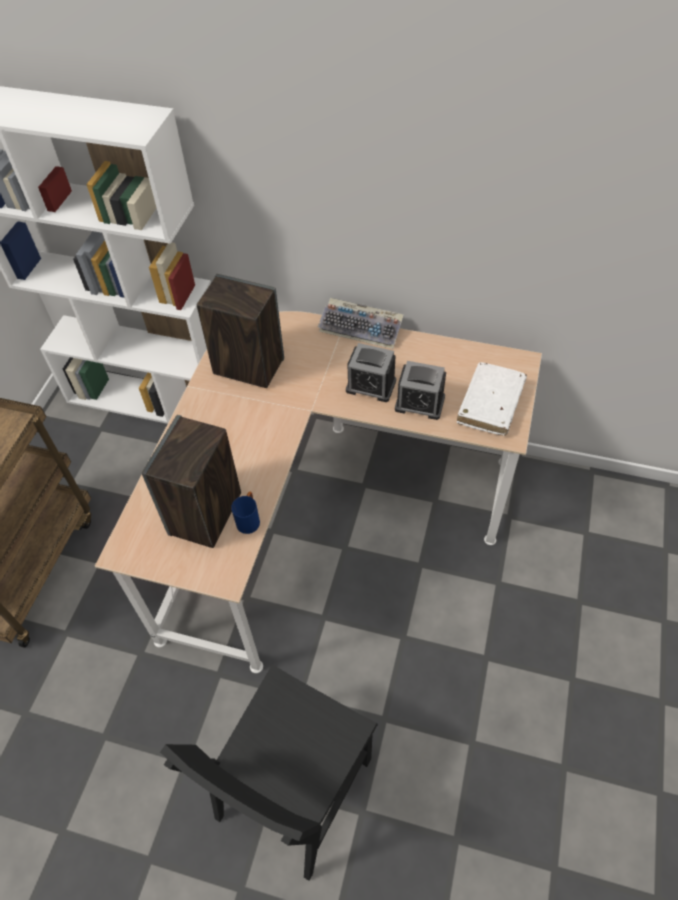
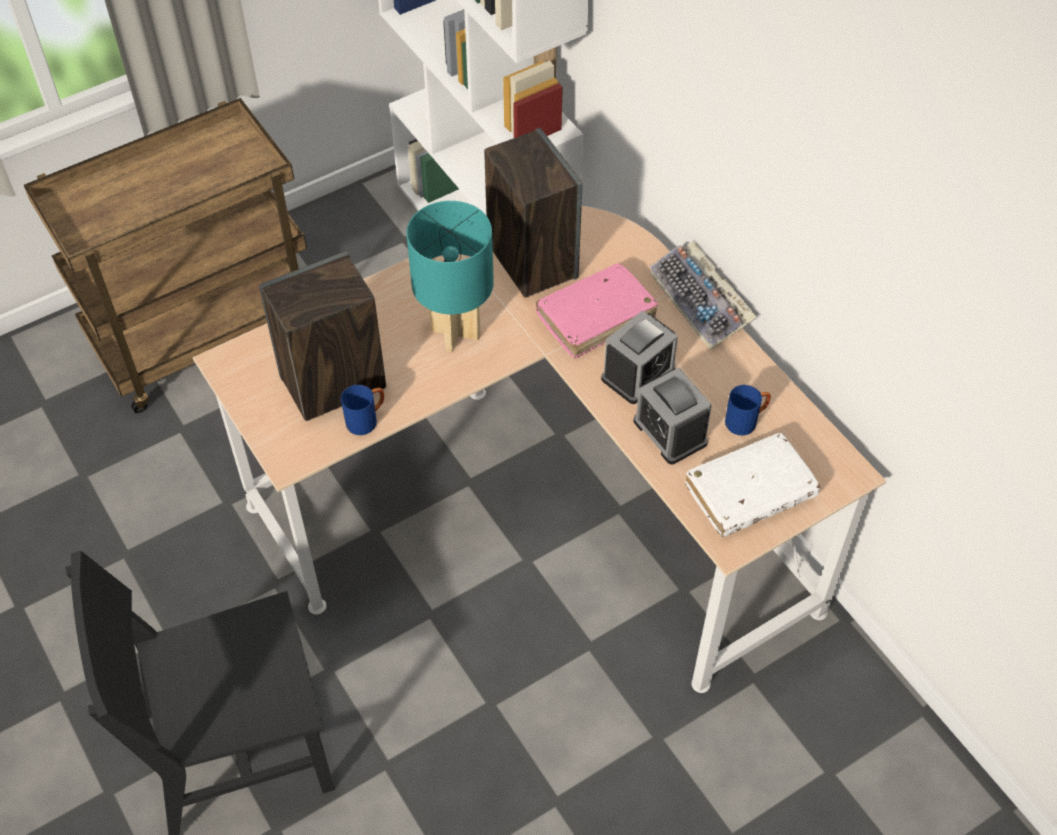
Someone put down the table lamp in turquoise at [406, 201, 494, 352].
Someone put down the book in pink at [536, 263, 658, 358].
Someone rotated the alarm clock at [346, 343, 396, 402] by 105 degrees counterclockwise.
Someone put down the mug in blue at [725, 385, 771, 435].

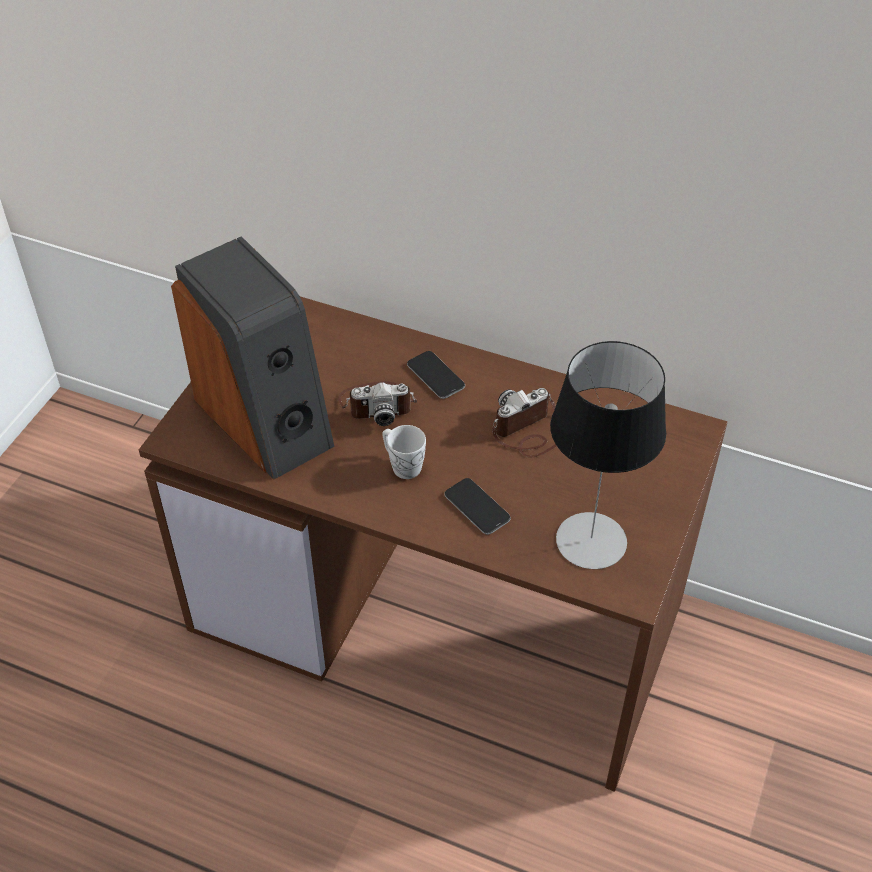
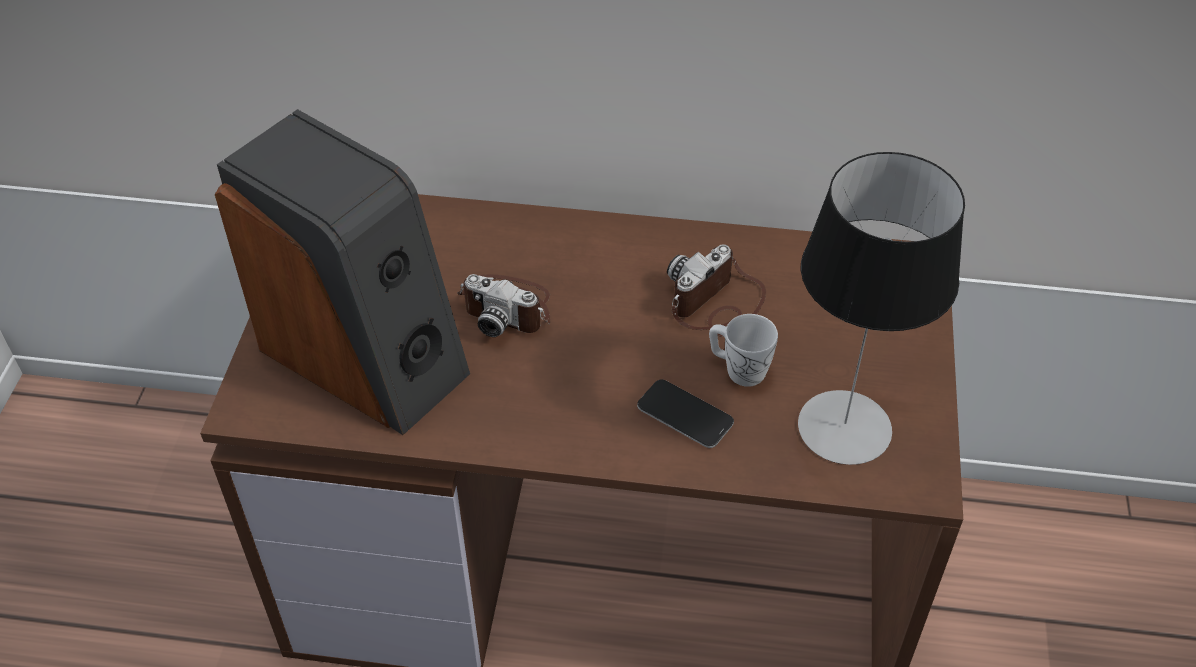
Someone rotated the photo camera at [338, 381, 417, 426] by 45 degrees clockwise.
Someone carried the mug in white from [382, 425, 426, 479] to [709, 314, 778, 387].
Someone took away the phone at [407, 351, 465, 399].

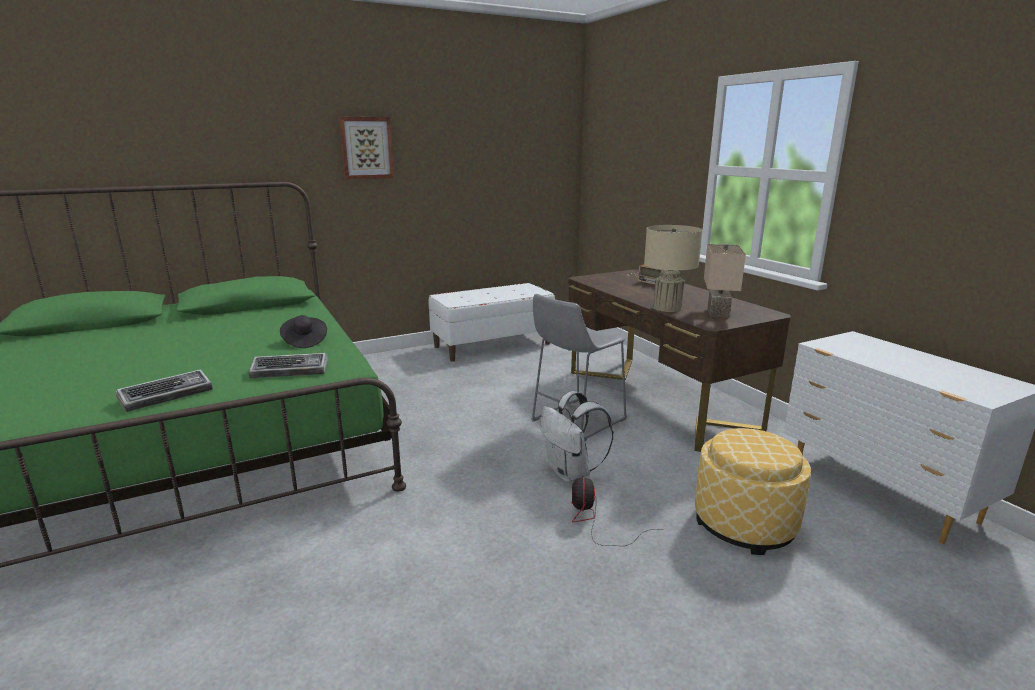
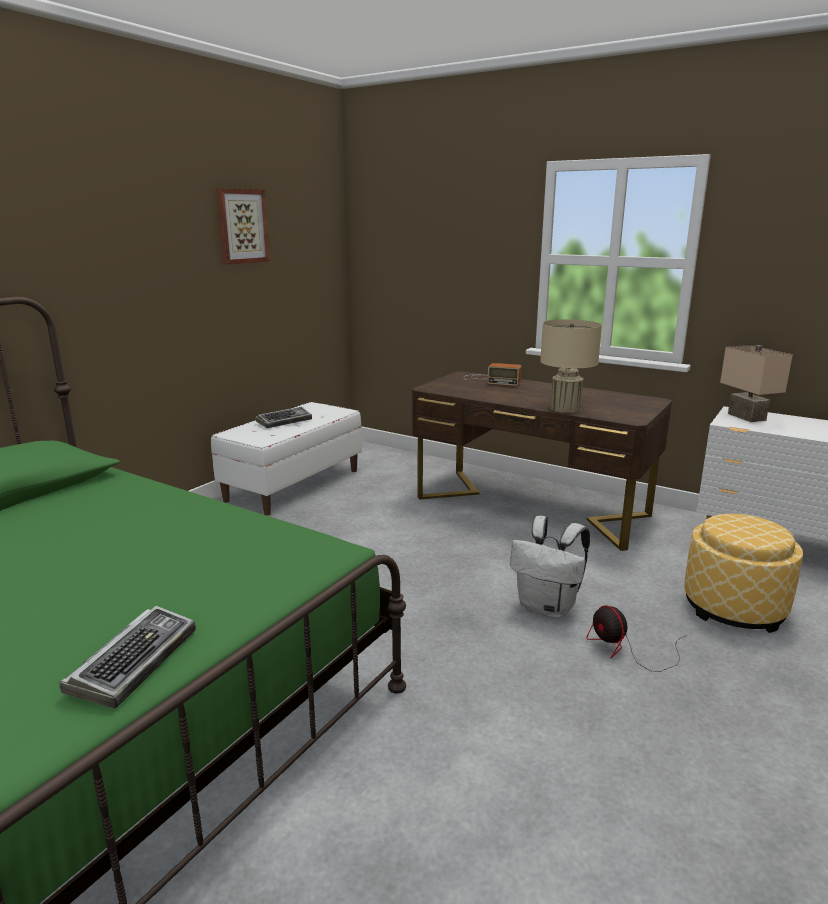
Someone carried the picture from [339, 117, 394, 180] to [216, 188, 270, 265].
Someone carried the keyboard from [249, 353, 328, 378] to [256, 406, 312, 428].
Someone carried the table lamp in beige from [704, 244, 746, 318] to [720, 345, 793, 422].
Someone took away the hat in black at [280, 315, 327, 348].
Someone took away the stool in grey at [531, 294, 627, 441].

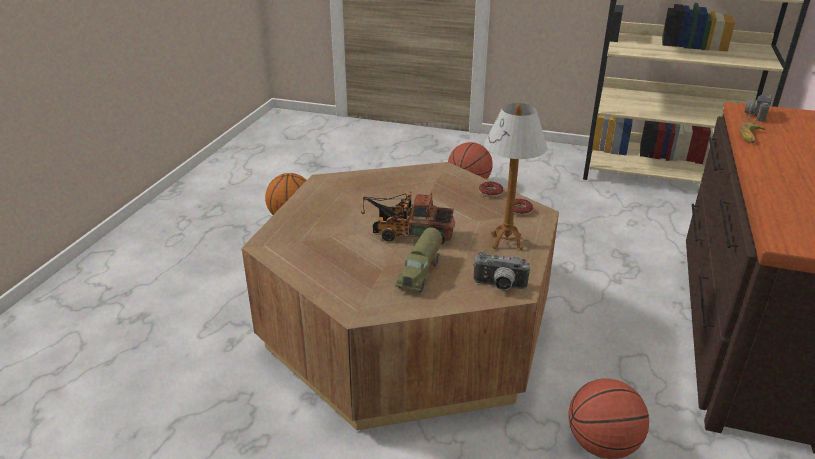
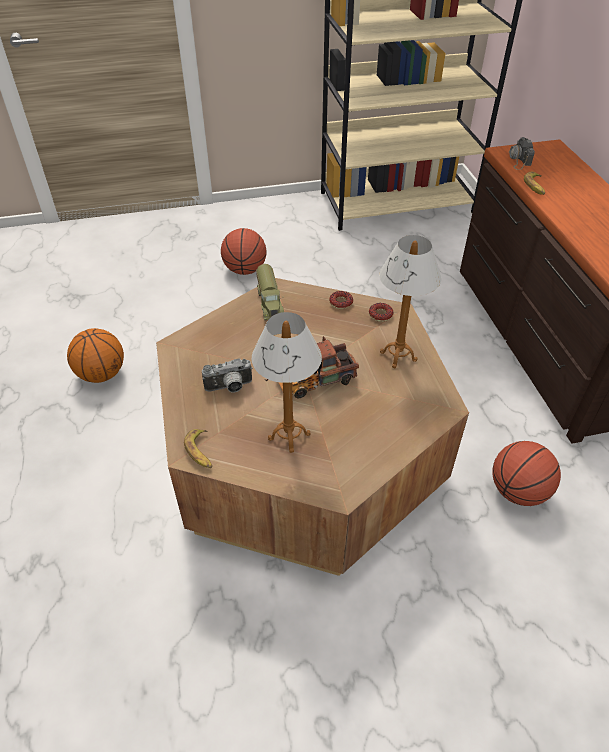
Someone put down the banana at [184, 429, 212, 468].
Someone carried the photo camera from [473, 252, 530, 290] to [202, 359, 252, 392].
Someone put down the table lamp at [251, 312, 322, 453].
Someone carried the toy truck from [395, 227, 442, 293] to [256, 264, 284, 320].

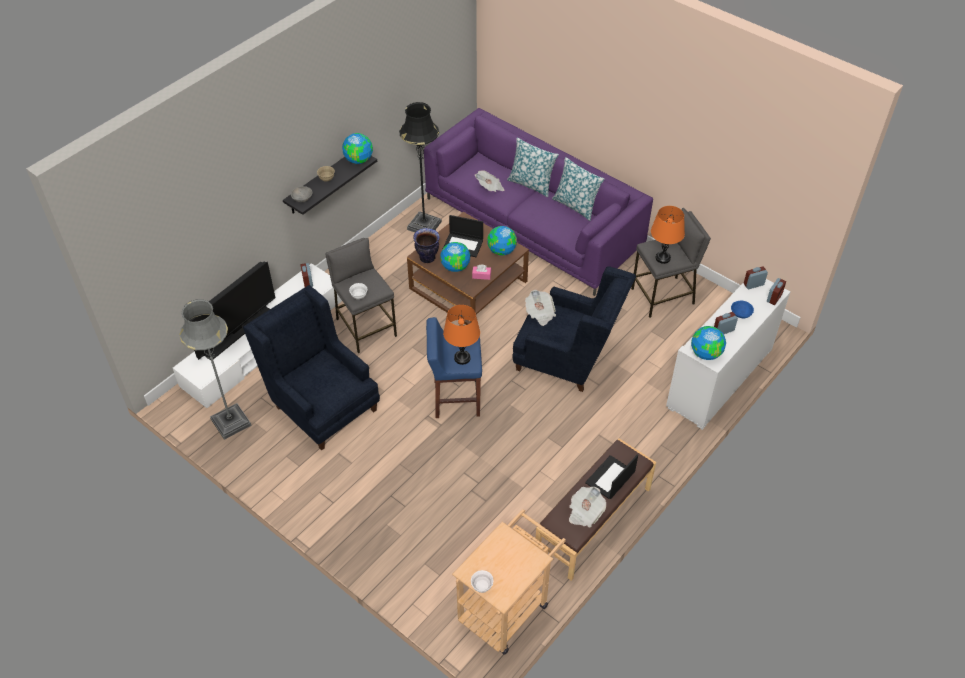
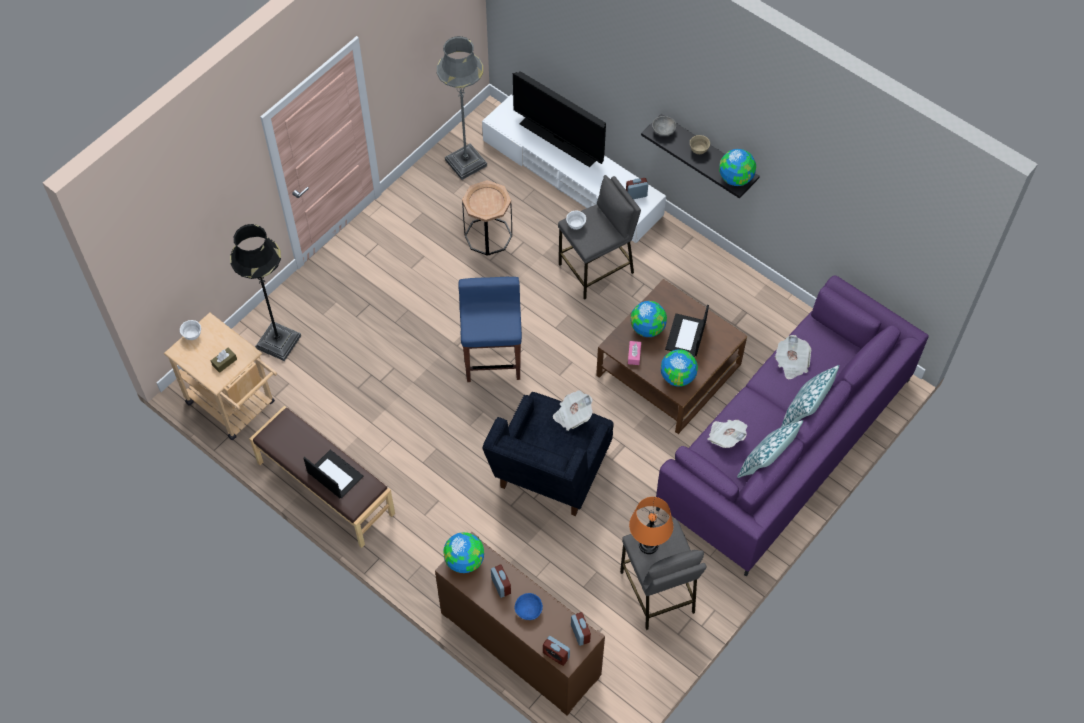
Someone put down the tissue box in brown at [211, 347, 237, 373].
Someone carried the floor lamp in black from [399, 102, 442, 233] to [230, 224, 301, 361].
Someone repainted the cabinet in white at [666, 279, 790, 430], which became the cabinet in brown at [435, 532, 605, 715].
Someone swapped the armchair in blue at [243, 285, 380, 450] for the side table in brown at [462, 180, 512, 256].
Someone carried the newspaper from [569, 487, 606, 527] to [707, 420, 747, 448].
Someone took away the vase at [413, 228, 440, 263].
Someone took away the table lamp in orange at [443, 305, 480, 365].

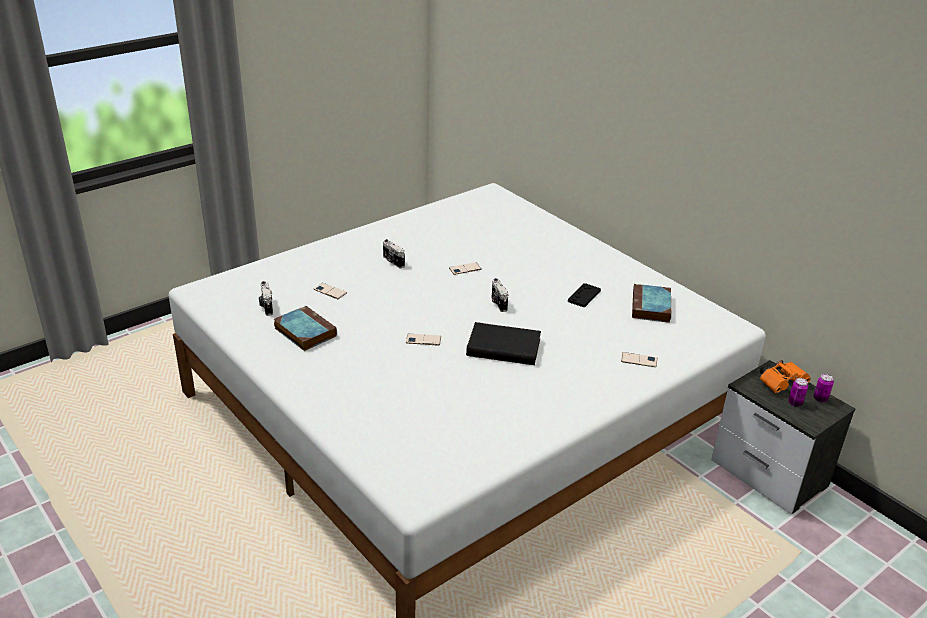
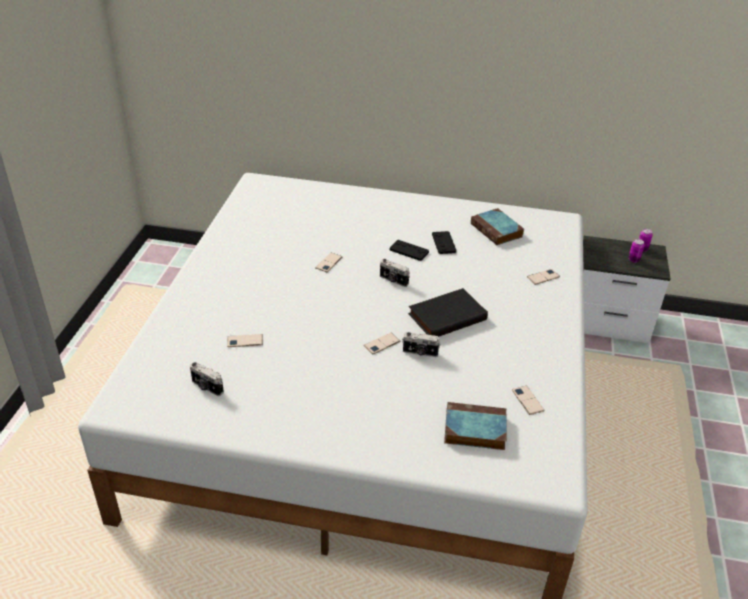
Someone put down the game controller in black at [390, 240, 429, 261].
Someone carried the photo camera from [383, 239, 405, 269] to [402, 332, 441, 357].
Someone carried the book from [274, 306, 337, 351] to [444, 402, 507, 450].
Someone put down the phone at [512, 386, 544, 415].
Someone took away the binoculars in orange at [760, 360, 811, 393].

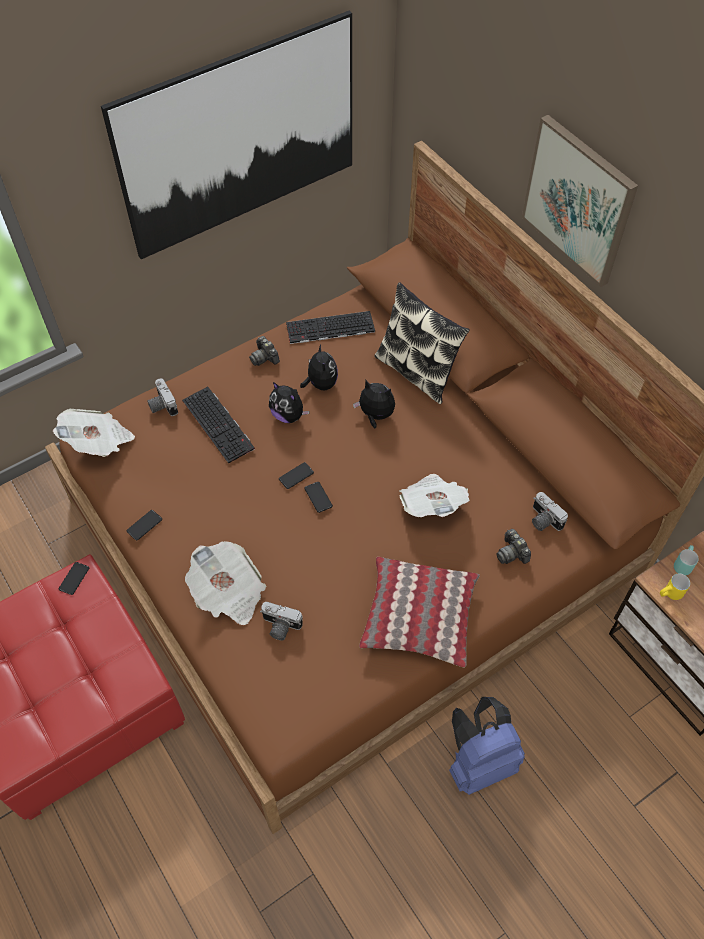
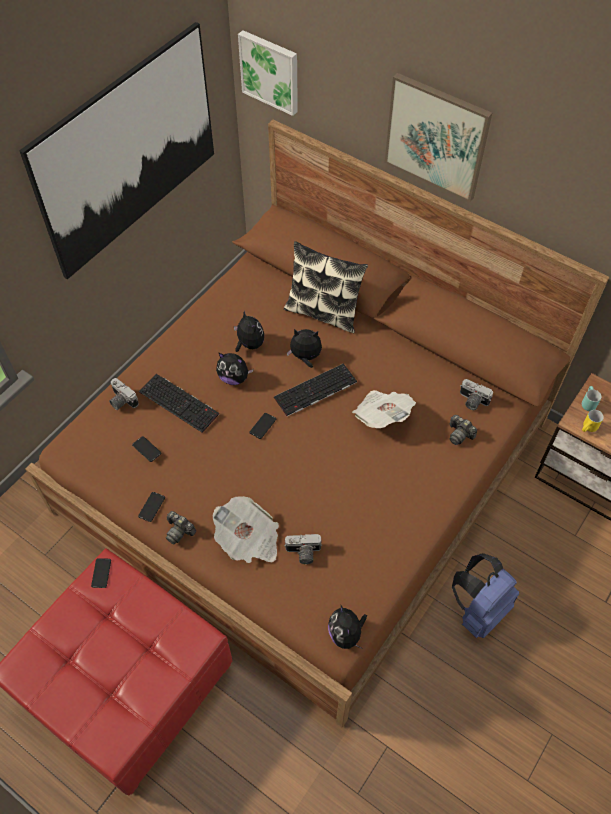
Someone carried the phone from [304, 482, 333, 513] to [132, 436, 161, 462].
Someone carried the photo camera from [249, 336, 280, 366] to [166, 511, 196, 544].
Someone put up the picture at [238, 30, 298, 116].
Someone carried the keyboard from [286, 311, 375, 344] to [274, 364, 357, 416].
Someone put down the plush toy at [328, 605, 367, 649].
Someone took away the newspaper at [53, 409, 135, 457].
Someone took away the pillow at [359, 557, 480, 667].

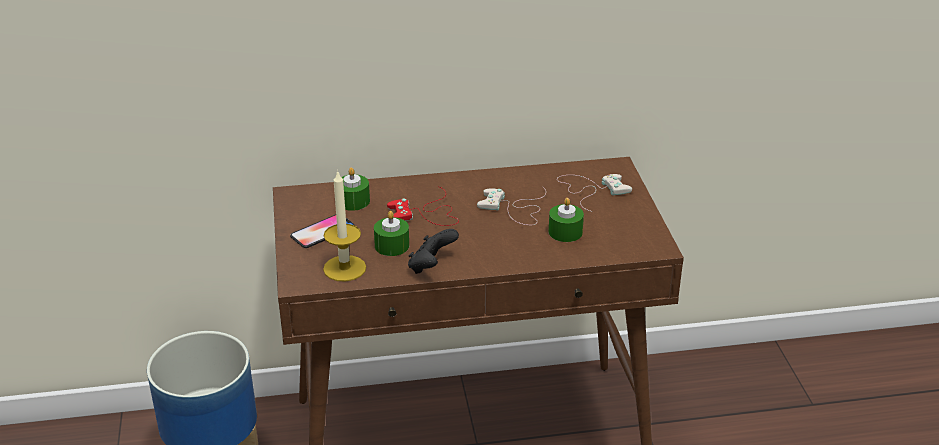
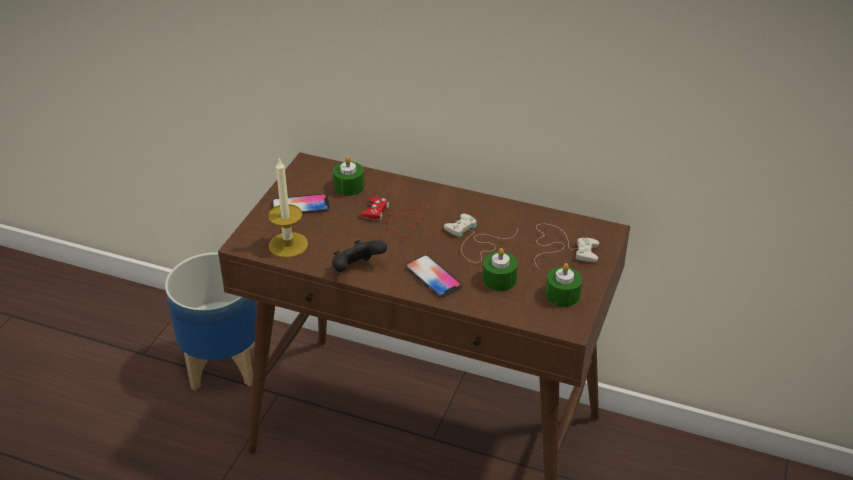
Someone put down the phone at [405, 255, 462, 297].
Someone carried the candle in green from [374, 211, 409, 256] to [546, 263, 582, 307].

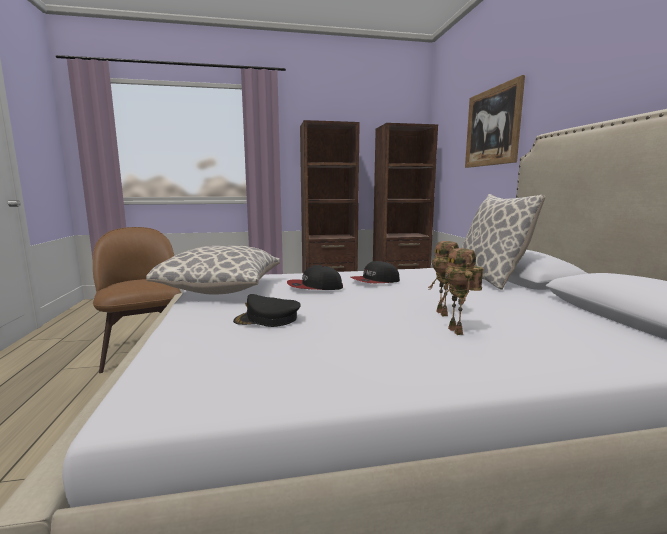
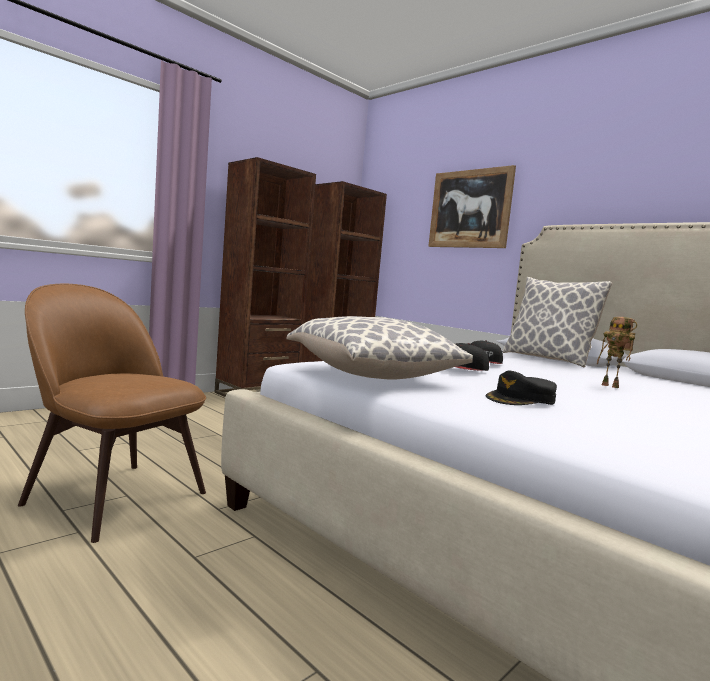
Someone took away the toy robot at [439, 248, 484, 335].

